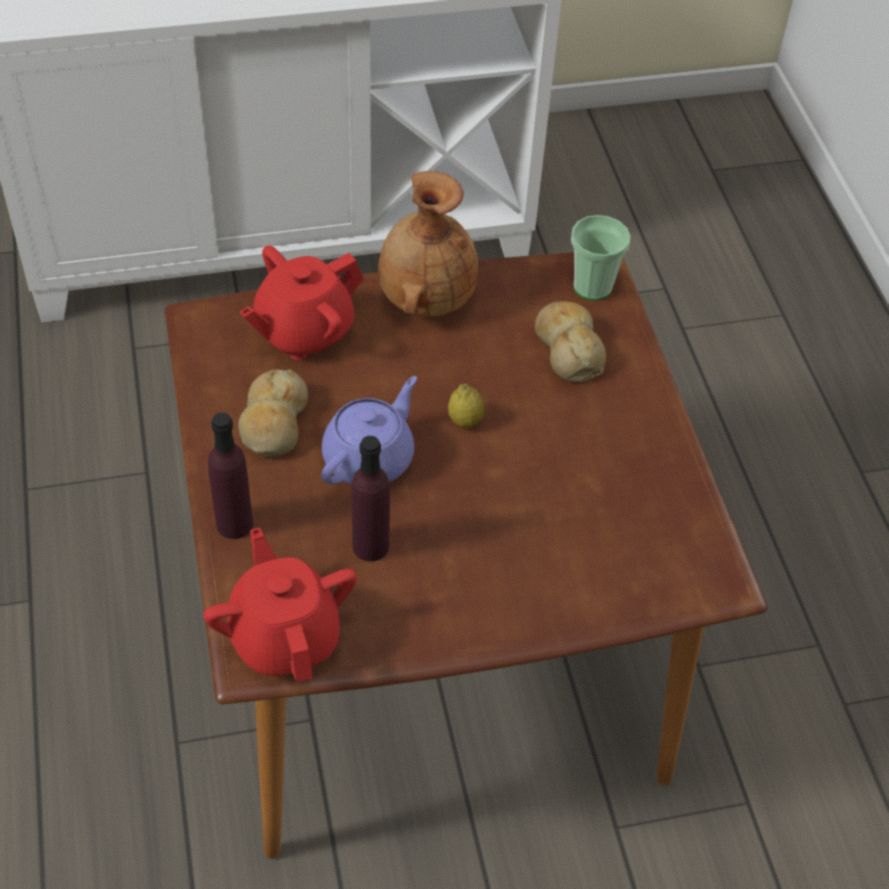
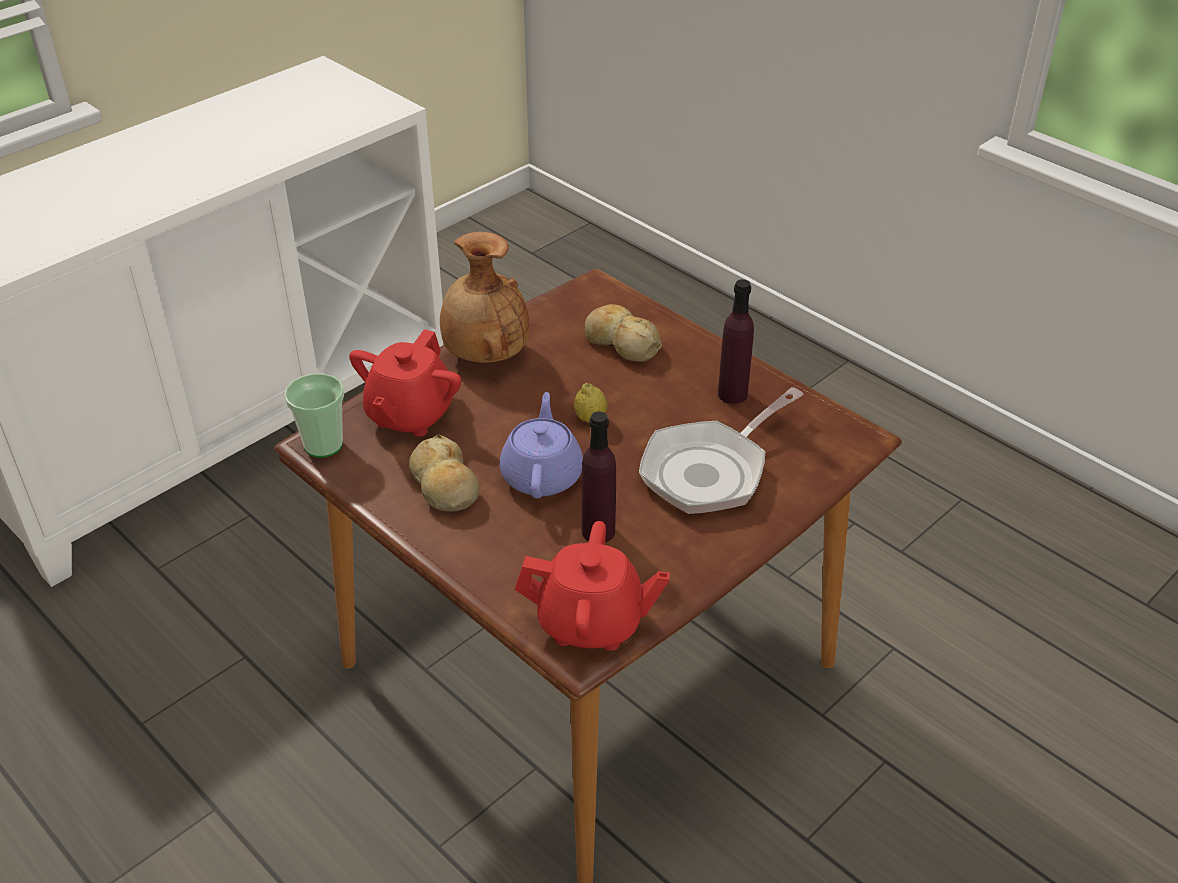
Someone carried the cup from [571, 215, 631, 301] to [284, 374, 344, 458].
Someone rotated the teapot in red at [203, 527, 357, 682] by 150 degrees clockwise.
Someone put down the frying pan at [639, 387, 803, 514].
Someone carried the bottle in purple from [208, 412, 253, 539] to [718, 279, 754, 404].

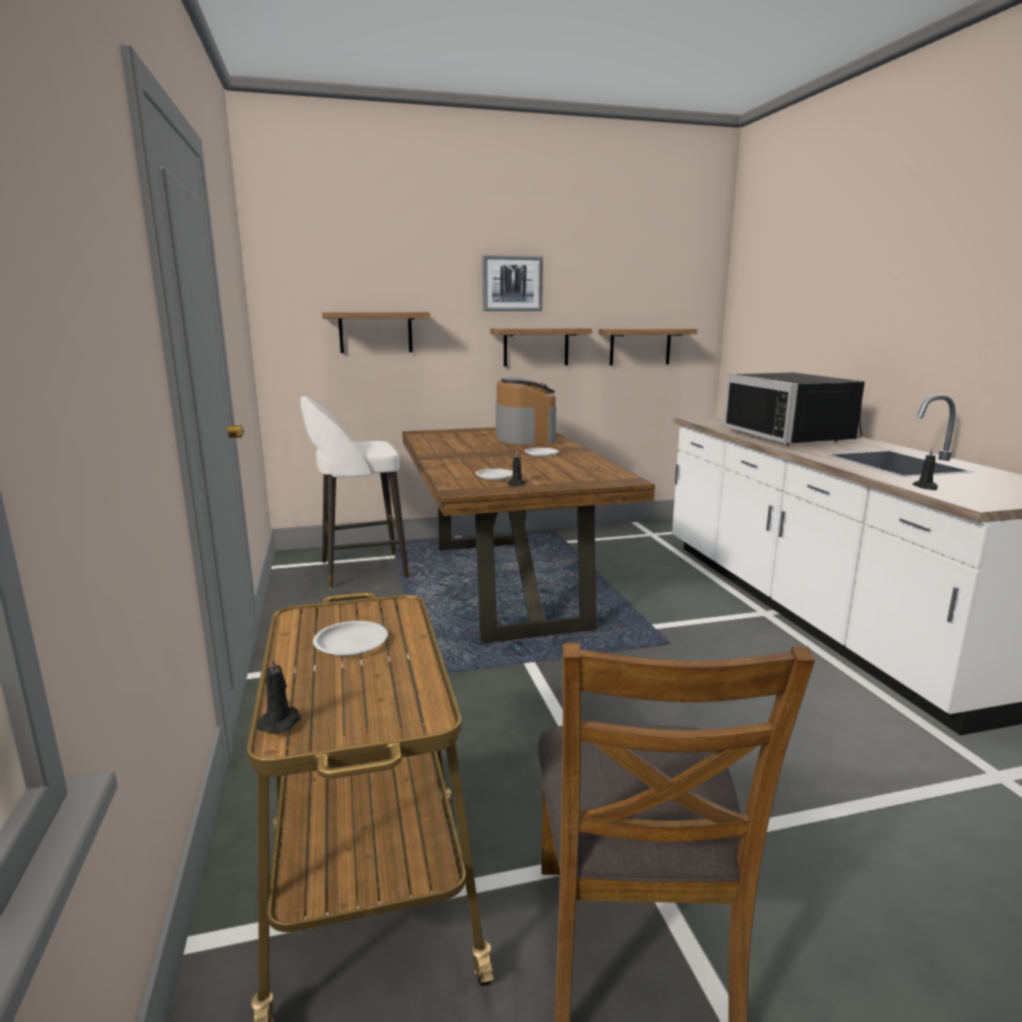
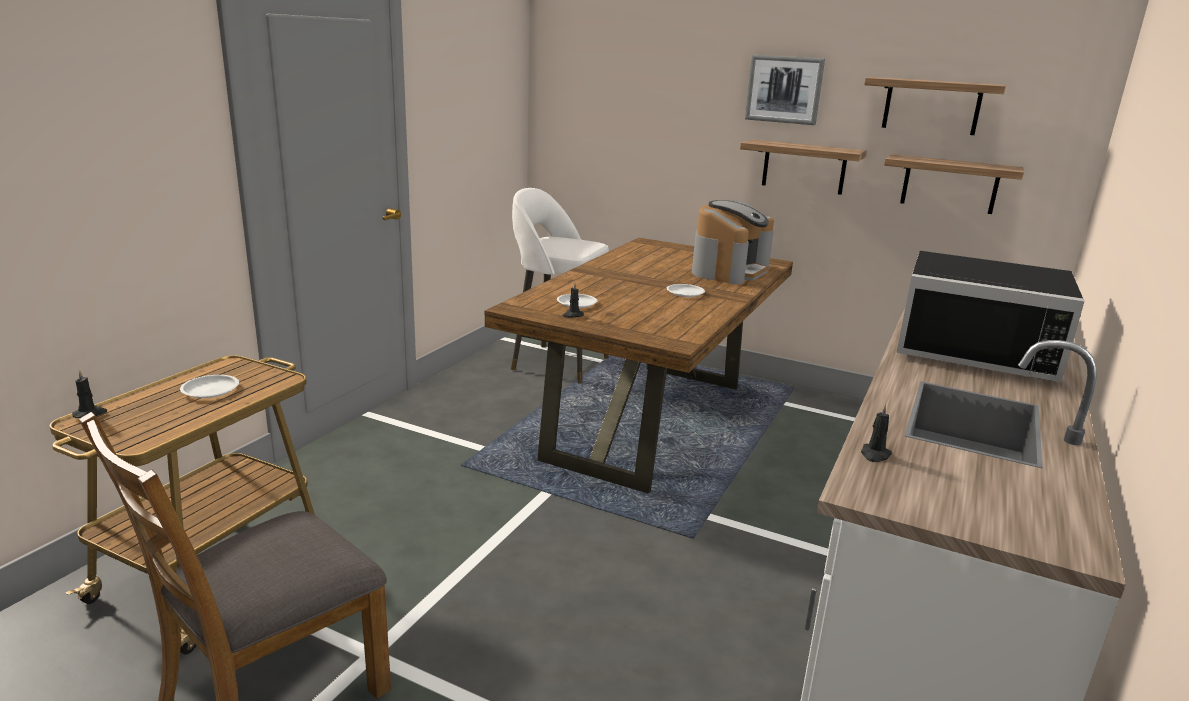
Someone carried the shelf from [322, 312, 430, 353] to [864, 77, 1006, 135].
Someone rotated the microwave in black at [724, 372, 865, 445] by 90 degrees counterclockwise.

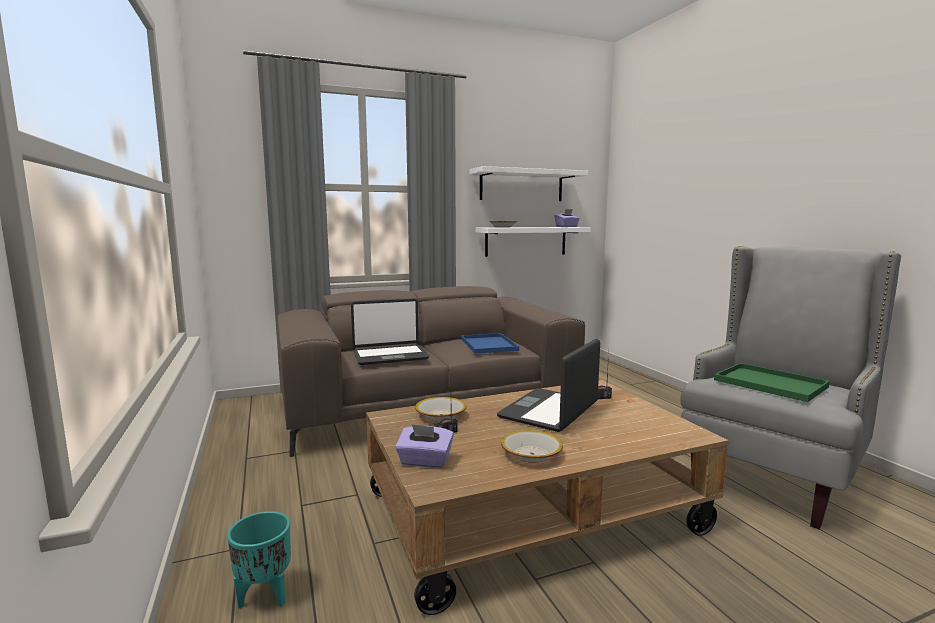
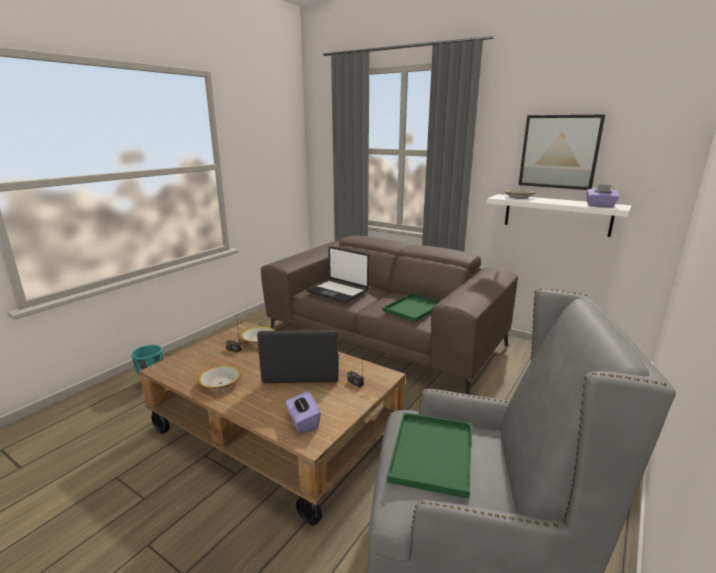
Someone carried the tissue box in purple from [395, 424, 454, 468] to [285, 391, 321, 433].
Someone repainted the tray in blue at [461, 333, 519, 354], which became the tray in green at [382, 293, 440, 322].
Someone swapped the shelf in white at [470, 166, 588, 201] for the picture at [519, 114, 605, 190].

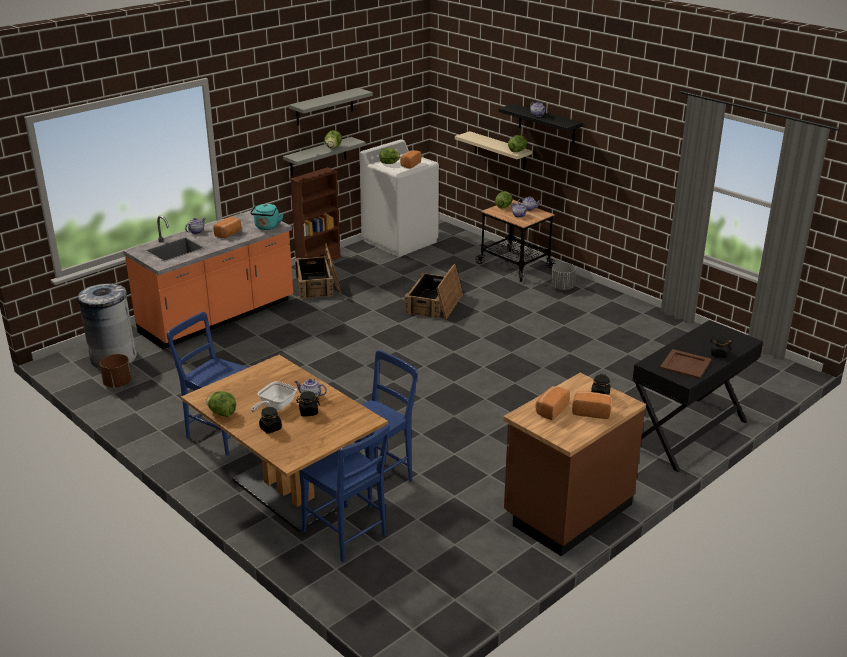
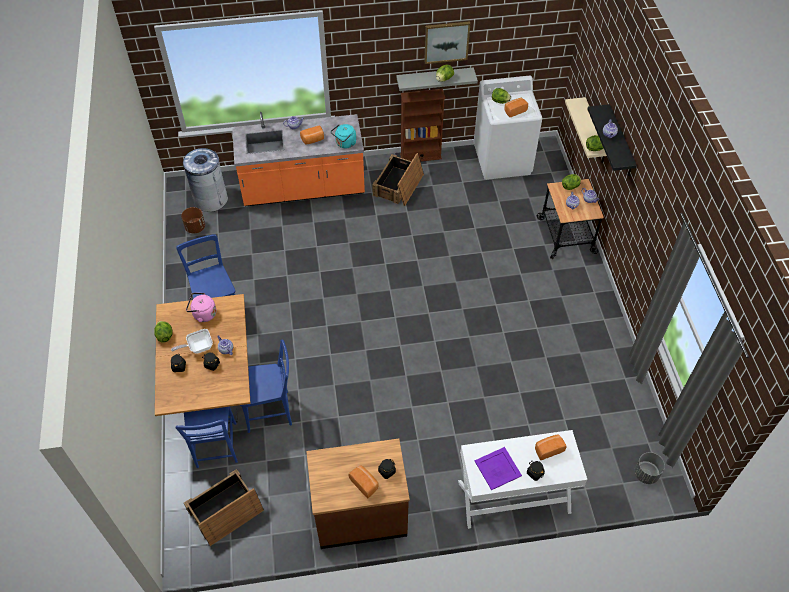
Someone carried the crate from [404, 264, 463, 320] to [184, 469, 264, 546].
Someone put down the kettle in pink at [186, 293, 216, 322].
Someone swapped the shelf in grey at [289, 88, 373, 126] for the picture at [424, 21, 470, 64].
Someone repainted the console table in black at [633, 320, 763, 472], which became the console table in white at [458, 430, 587, 529].
Someone repainted the tray in brown at [660, 349, 711, 379], which became the tray in purple at [475, 447, 522, 490].
Someone carried the bread from [535, 386, 570, 420] to [535, 435, 567, 460].
Someone carried the planter in grey from [551, 263, 576, 290] to [634, 452, 665, 484].

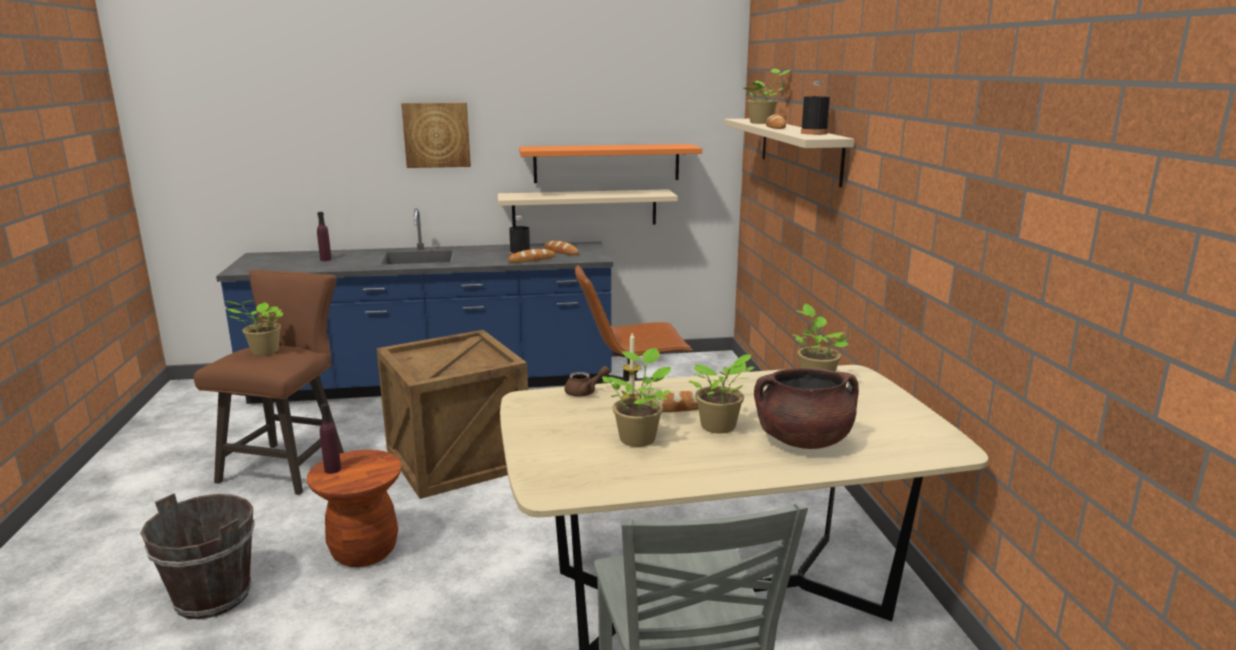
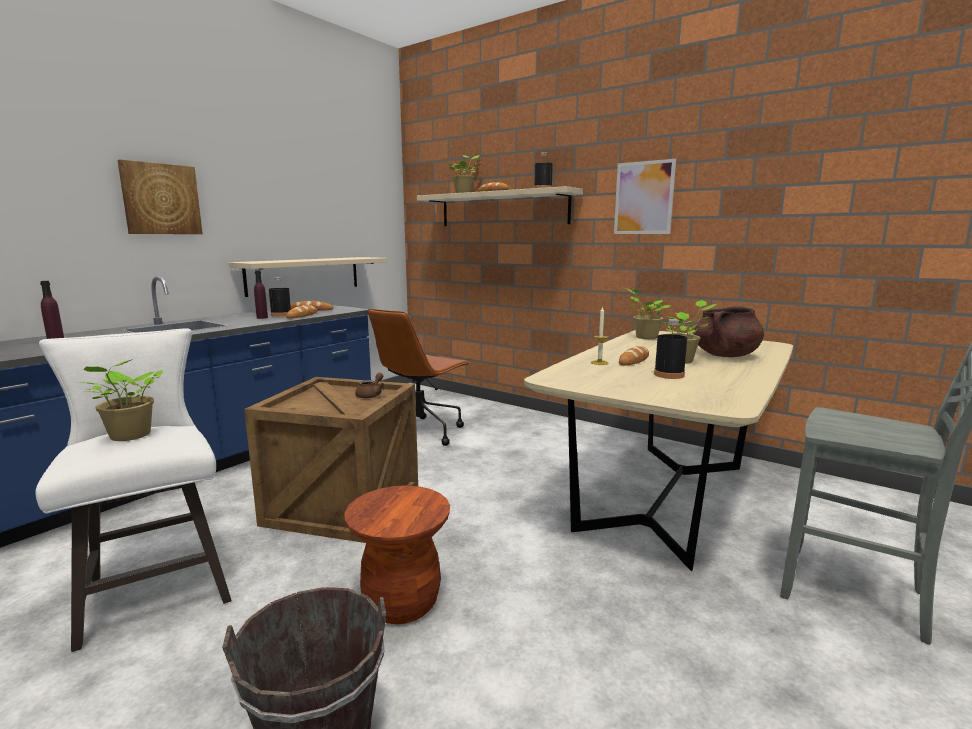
Someone repainted the stool in brown at [194, 270, 344, 495], which became the stool in white at [35, 328, 231, 652].
Someone carried the bottle in purple from [320, 403, 341, 474] to [254, 270, 268, 319].
Someone carried the teapot in brown from [565, 366, 610, 397] to [355, 373, 384, 398].
Someone put up the picture at [614, 159, 676, 234].
Someone swapped the potted plant at [602, 348, 671, 447] for the bottle in black at [654, 319, 687, 379].
Someone took away the shelf in orange at [519, 144, 702, 183].

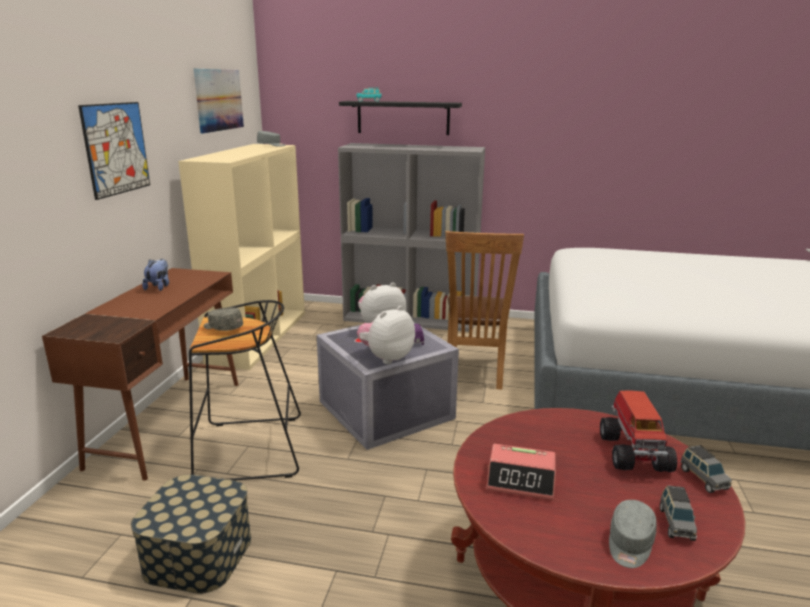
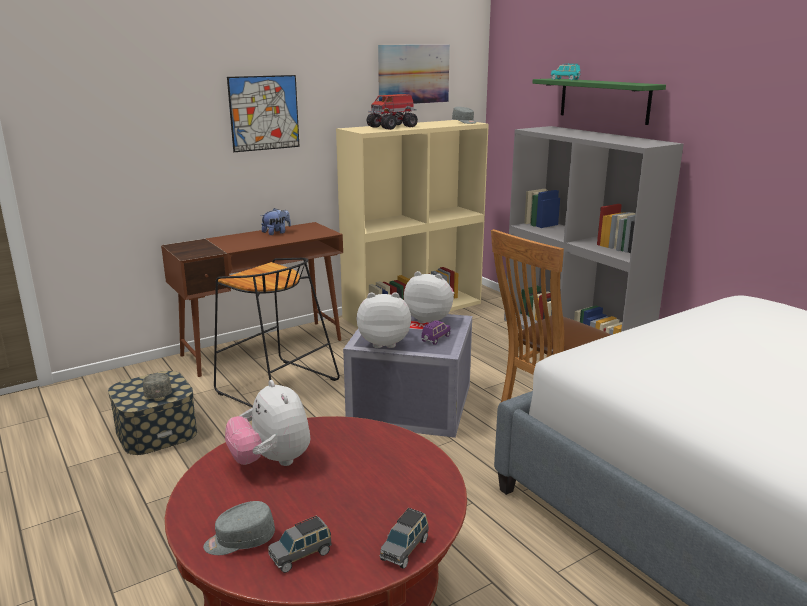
Someone carried the cap in grey from [203, 307, 243, 331] to [143, 373, 172, 399].
Someone swapped the alarm clock at [486, 444, 556, 500] for the plush toy at [225, 380, 310, 466].
Someone carried the toy truck from [600, 391, 677, 472] to [367, 94, 418, 130].
Someone repainted the shelf in black at [339, 101, 462, 135], which became the shelf in green at [533, 78, 666, 125].

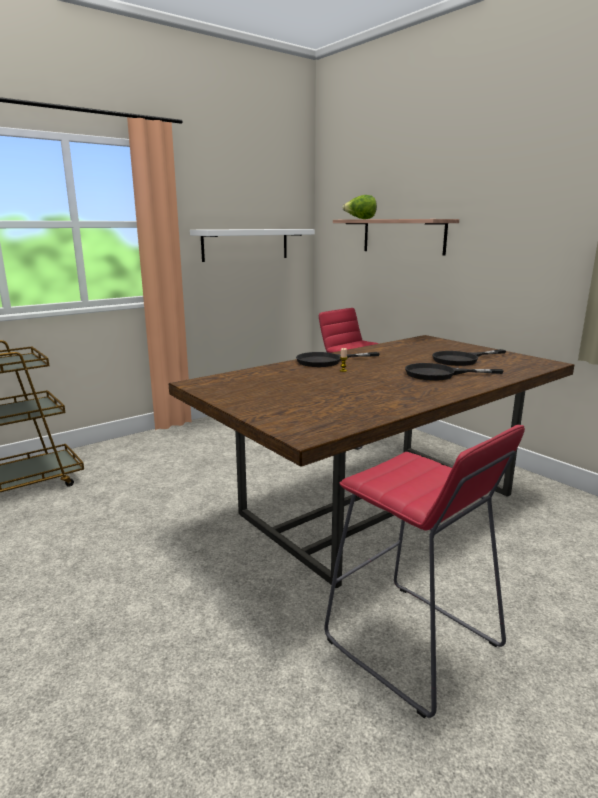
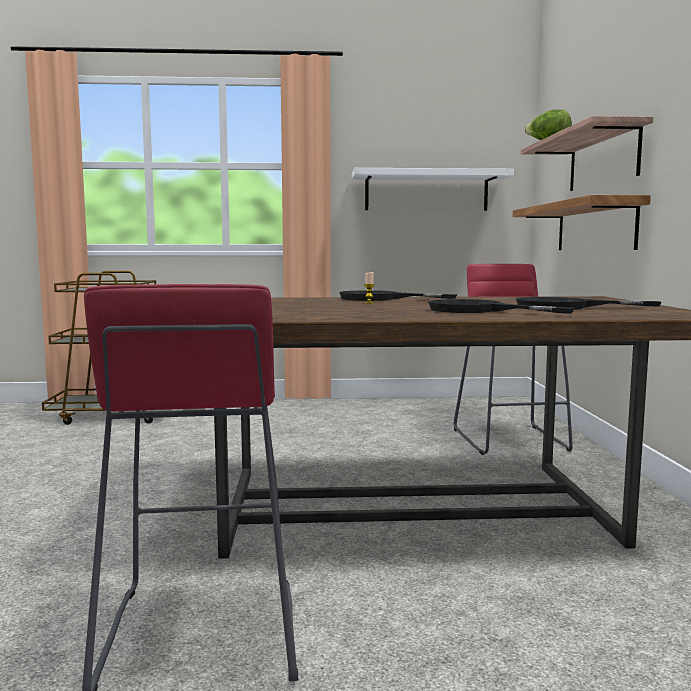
Someone put up the shelf at [513, 195, 651, 250].

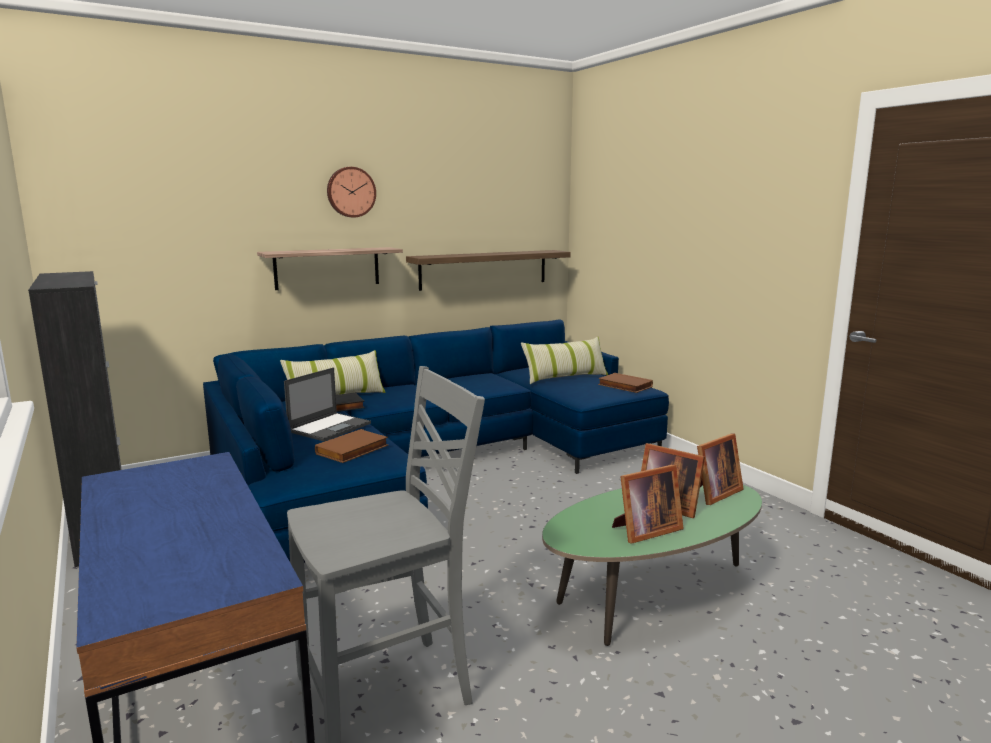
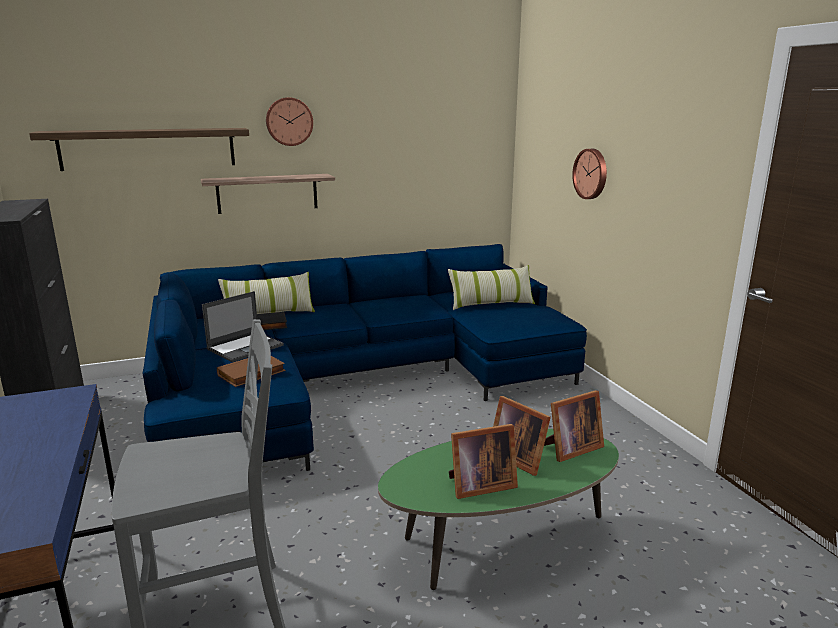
Someone carried the shelf from [406, 250, 571, 291] to [29, 128, 249, 171].
Someone put up the wall clock at [572, 149, 607, 199].
Someone took away the book in brown at [598, 373, 653, 393].

